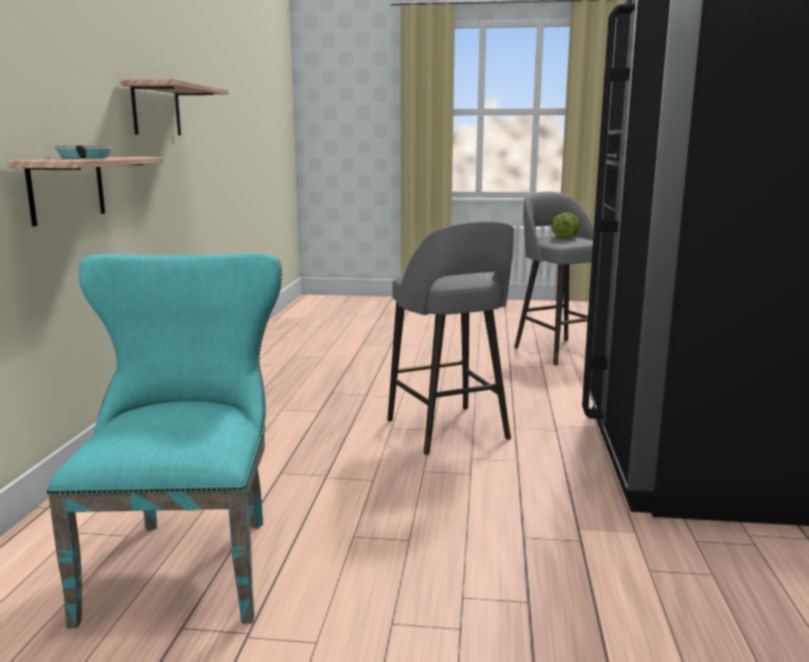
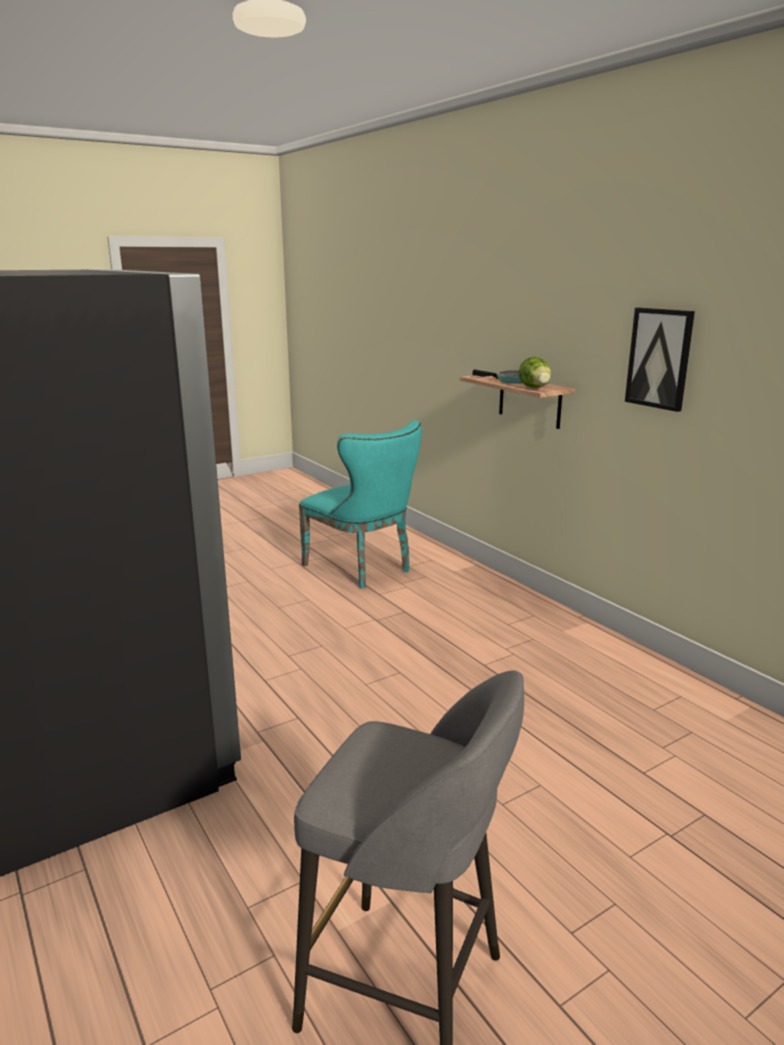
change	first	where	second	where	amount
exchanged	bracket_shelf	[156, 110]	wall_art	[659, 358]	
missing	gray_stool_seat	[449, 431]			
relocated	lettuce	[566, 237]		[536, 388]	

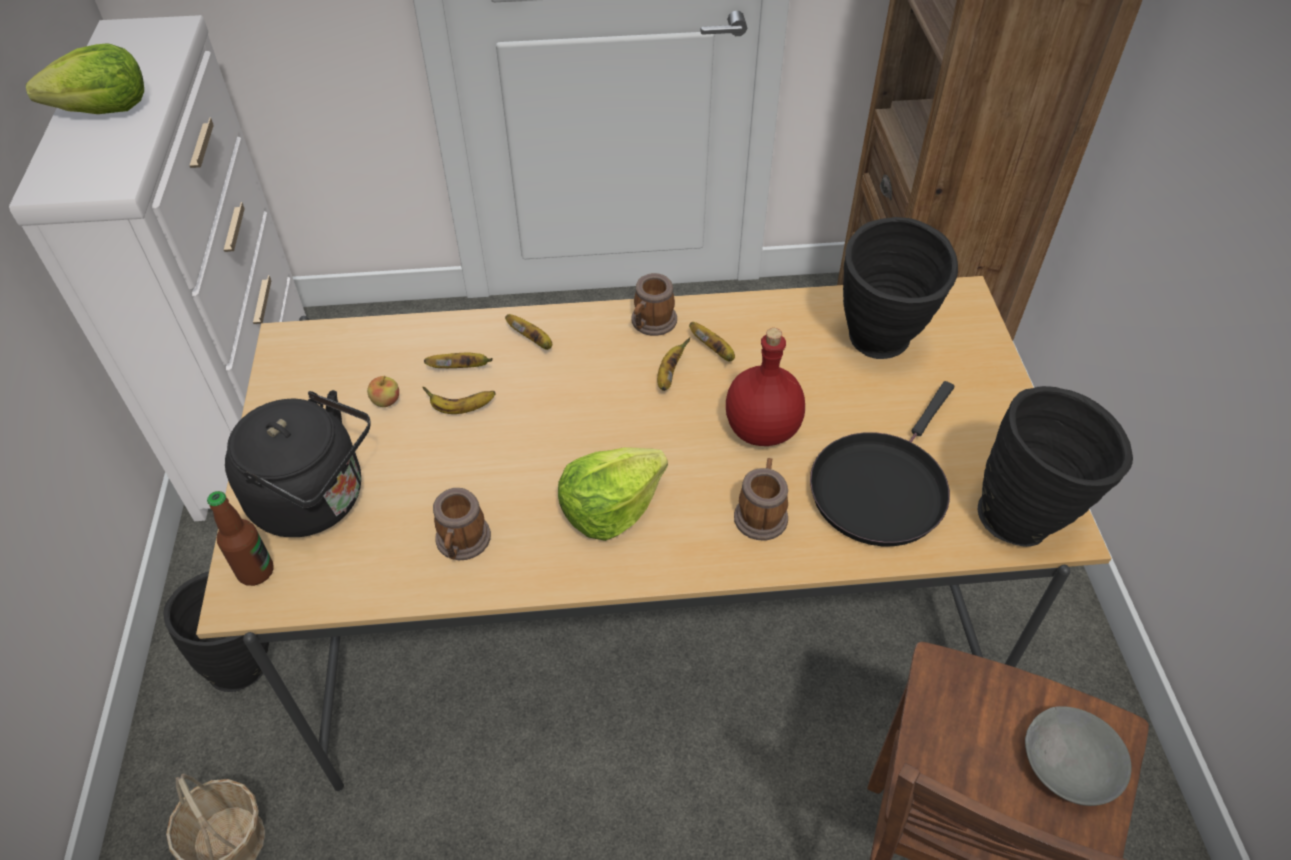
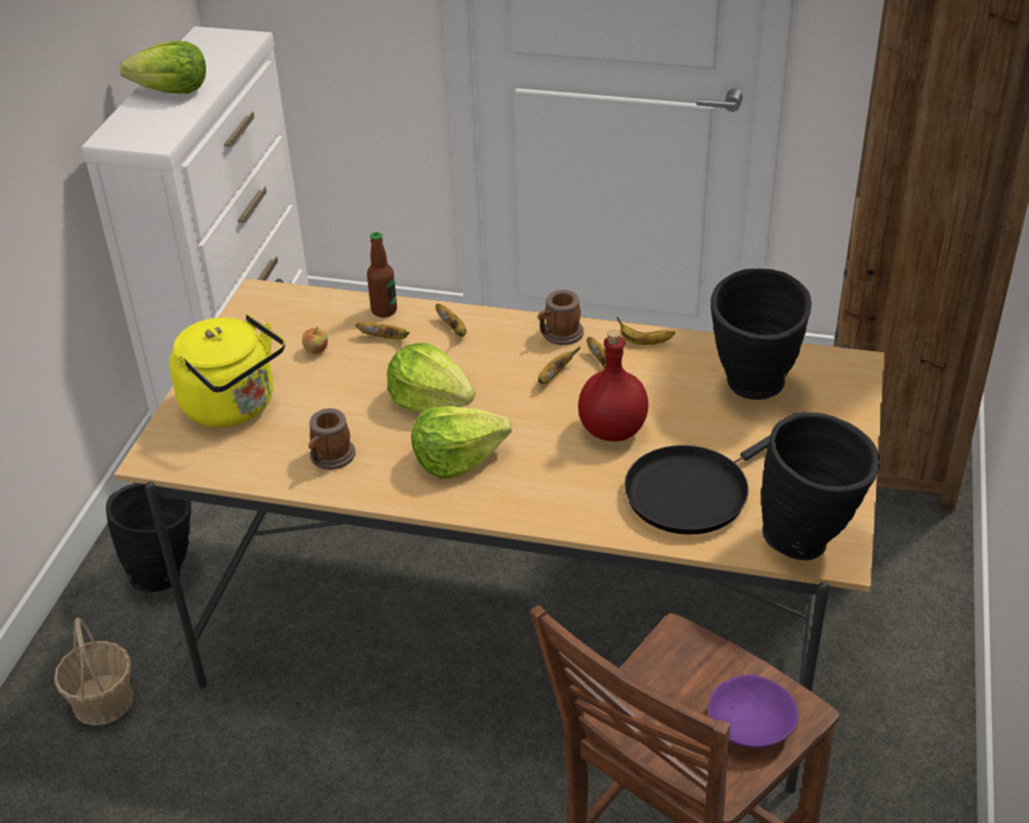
change	first	where	second	where	amount
relocated	bottle	[256, 571]		[384, 310]	
colour	black_tea_kettle	[316, 500]	yellow_tea_kettle	[234, 407]	
relocated	banana_fruit	[461, 409]		[644, 342]	
missing	mug	[761, 513]			
colour	gray_serving_bowl	[1069, 763]	purple-coloured_serving_bowl	[751, 723]	
appeared			lettuce	[430, 400]	

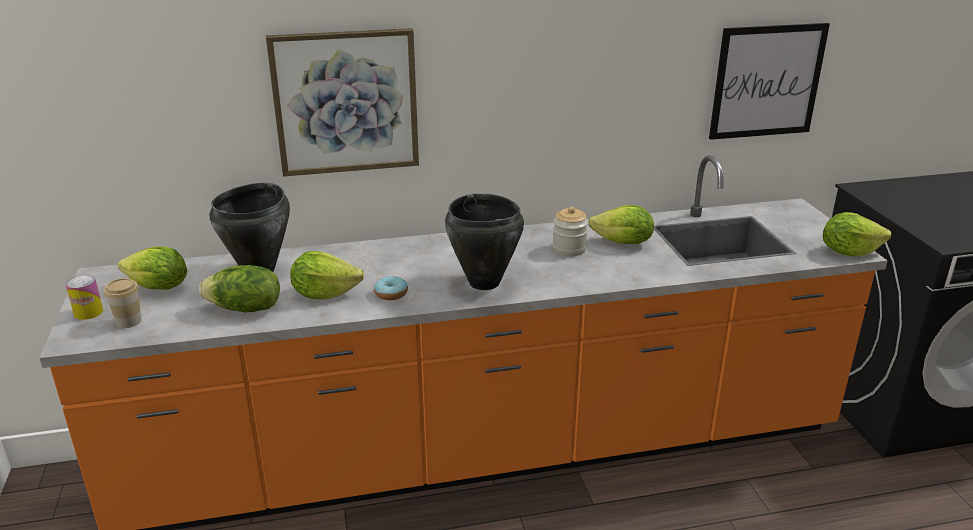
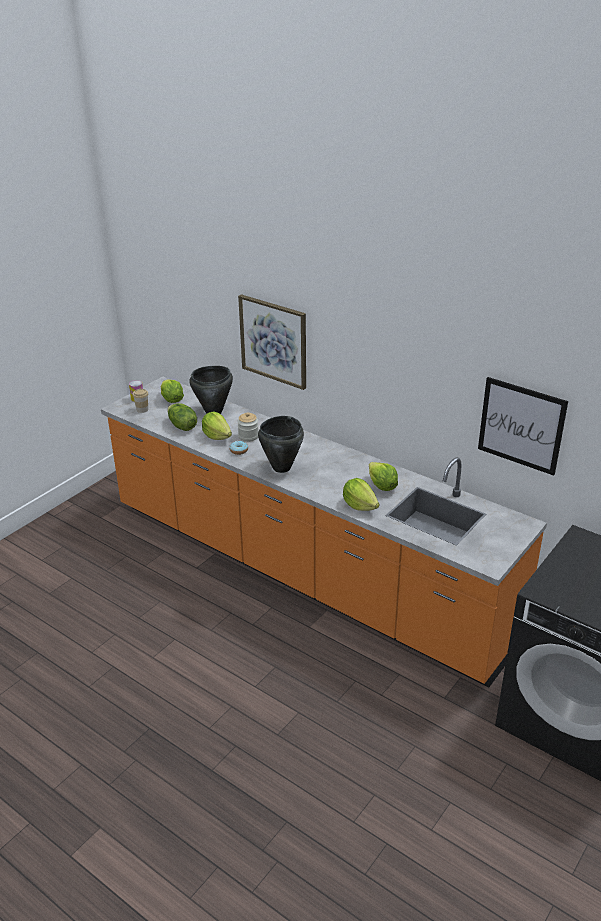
change	first	where	second	where	amount
relocated	jar	[569, 249]		[248, 436]	
relocated	lettuce	[848, 252]		[359, 505]	

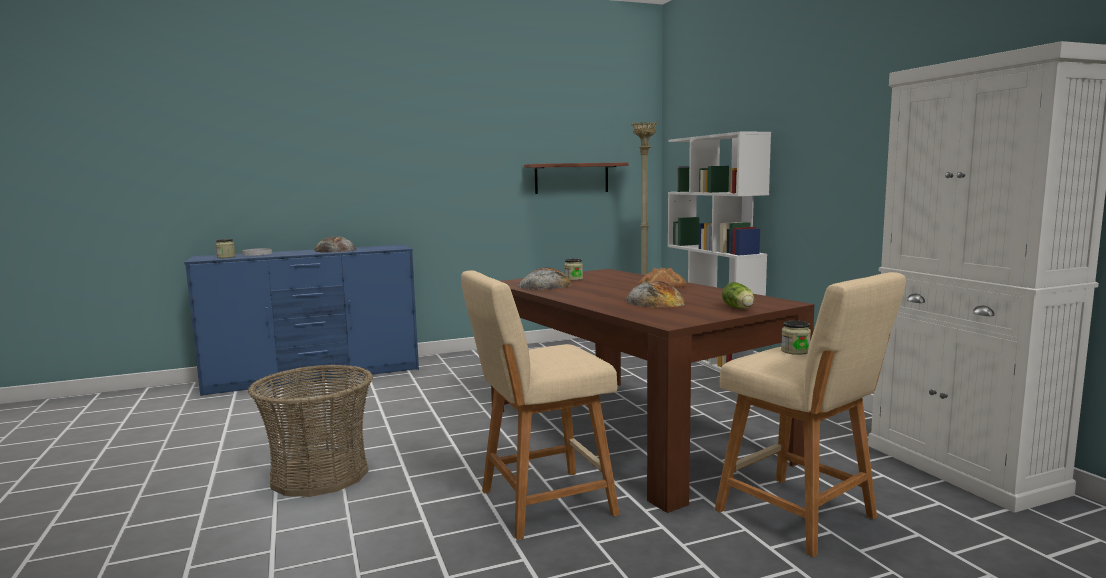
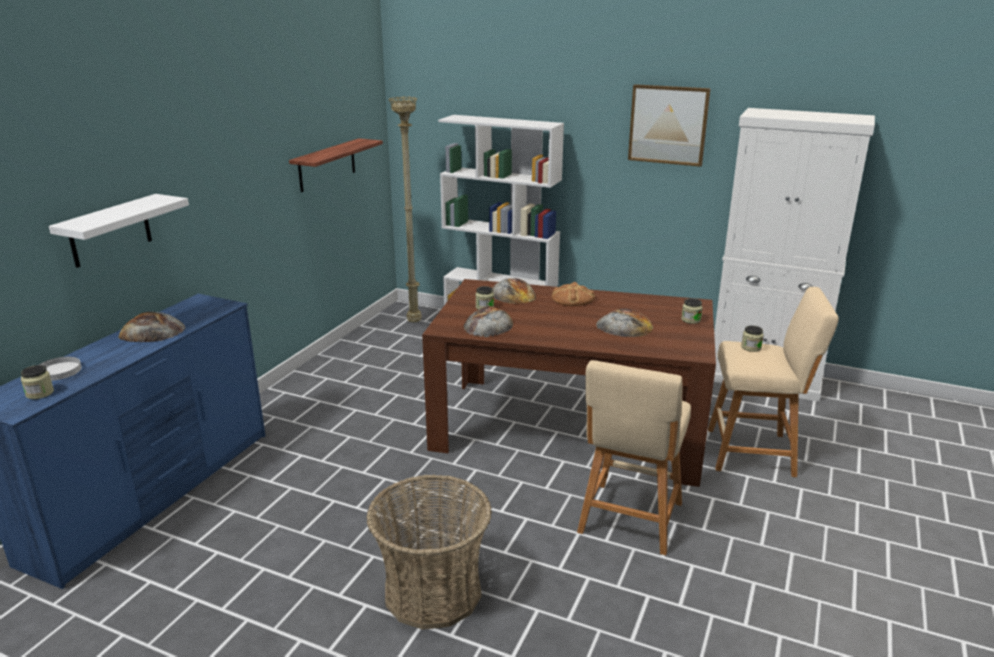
change	first	where	second	where	amount
exchanged	lettuce	[739, 308]	jar	[691, 320]	
appeared			white-coloured_bracket_shelf	[110, 231]	
appeared			bakery_bread	[513, 294]	
appeared			wall_art	[668, 125]	

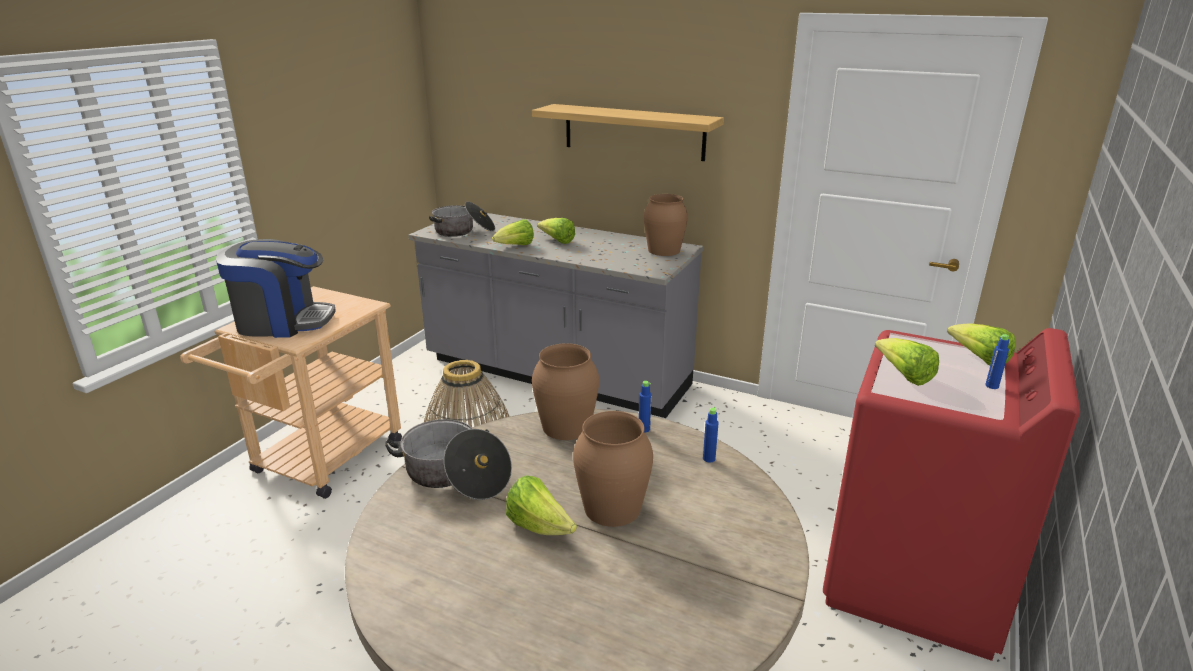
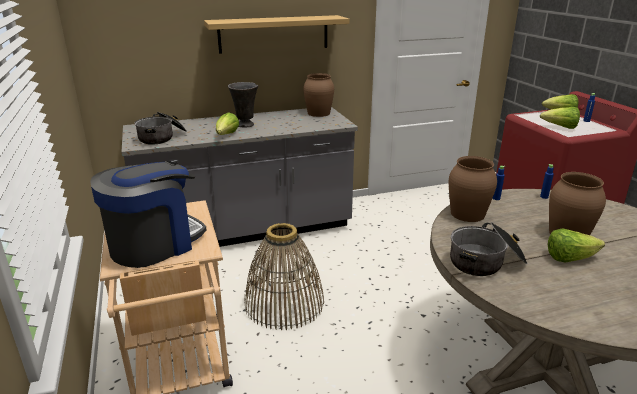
change	first	where	second	where	amount
exchanged	lettuce	[557, 241]	gray_flower_vase	[245, 125]	

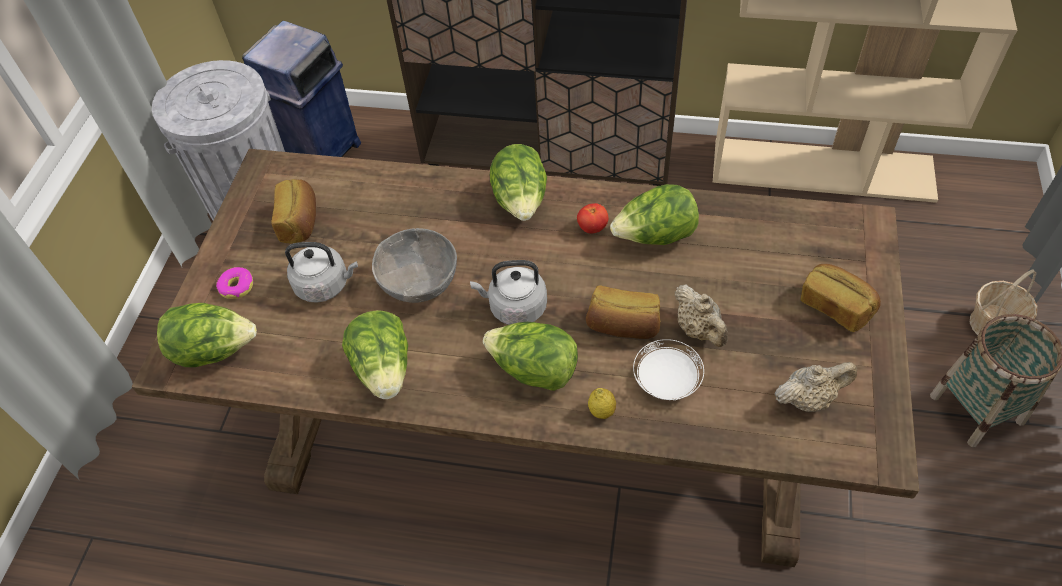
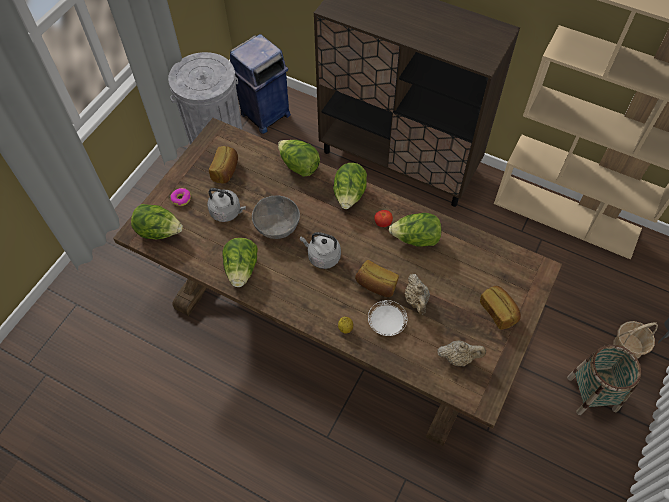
change	first	where	second	where	amount
relocated	lettuce	[534, 370]		[299, 166]	

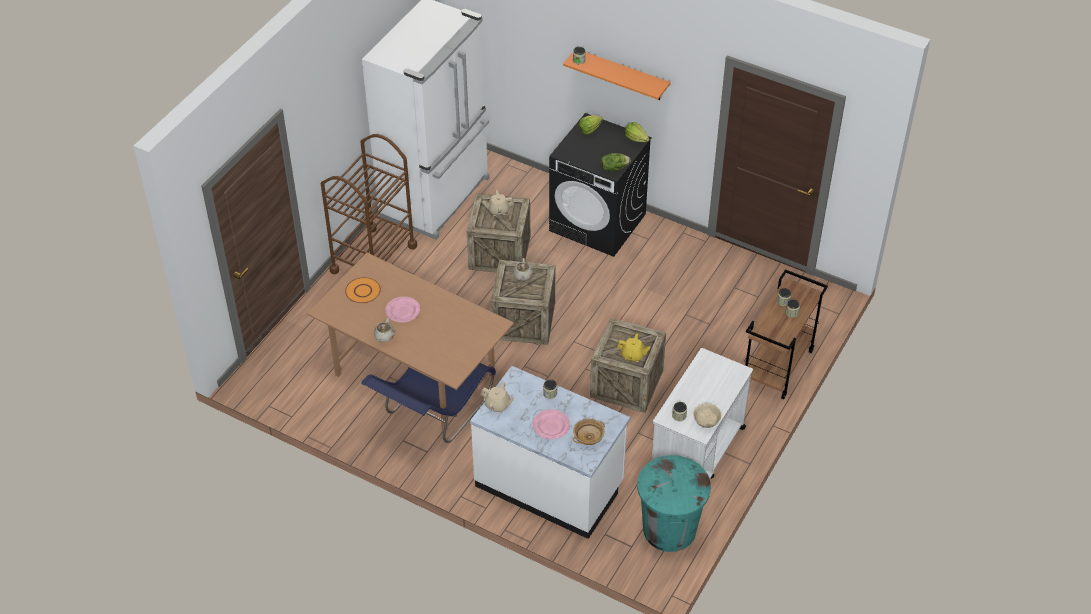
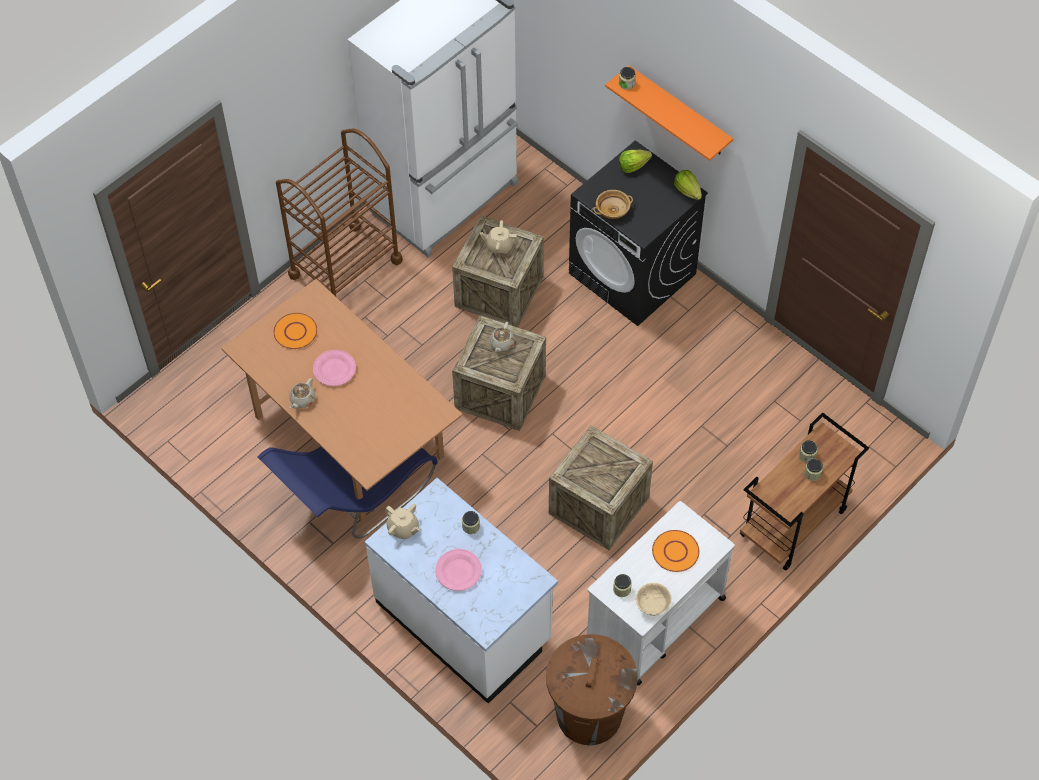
change	first	where	second	where	amount
relocated	beige-coloured_serving_bowl	[588, 436]		[613, 209]	
missing	lettuce	[614, 167]			
missing	yellow_tea_pot	[633, 355]			
colour	turquoise_trash_can	[669, 530]	brownish_trash_can	[588, 714]	
appeared			orange-coloured_plate	[675, 552]	

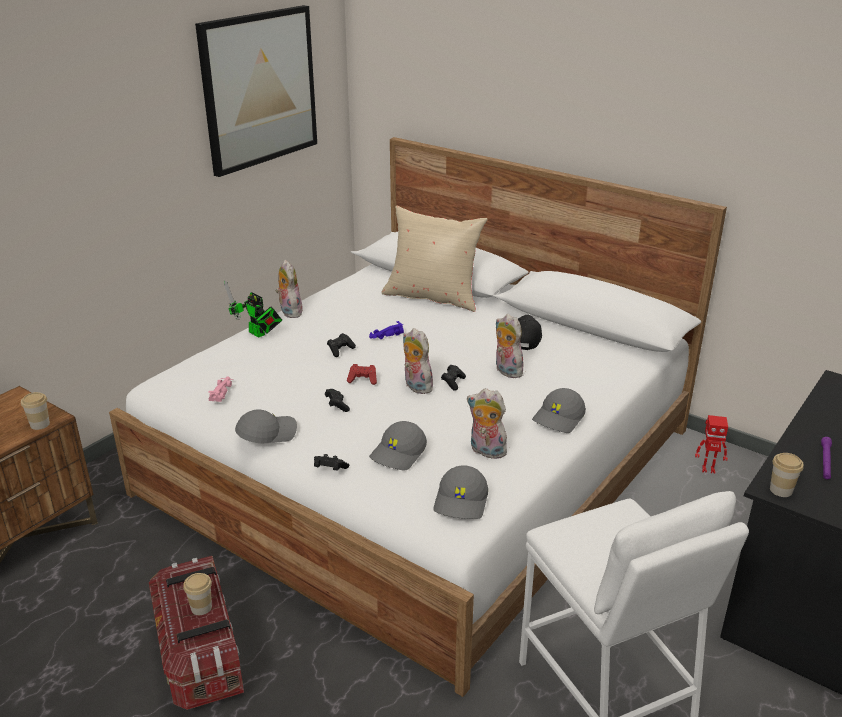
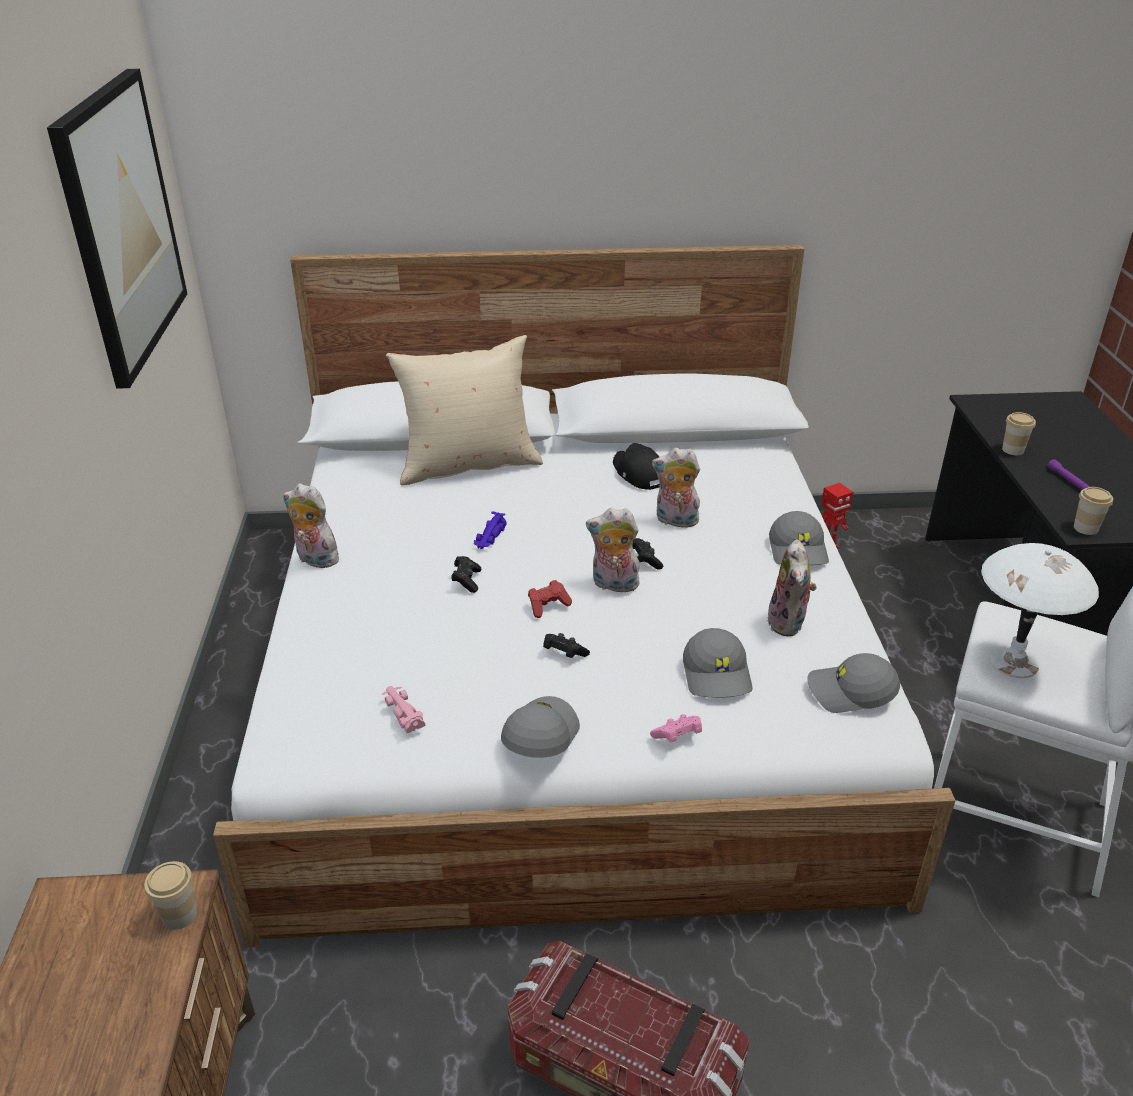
change	first	where	second	where	amount
relocated	cup	[201, 607]		[1013, 450]	
missing	model_robot	[258, 334]			
colour	black_joypad	[329, 469]	pinkish_joypad	[677, 736]	
spun	gray_baseball_cap	[462, 502]		[850, 692]	120 degrees clockwise
spun	soft_toy	[486, 451]		[789, 623]	75 degrees counterclockwise
appeared			white-coloured_tabletop_lamp	[1014, 663]	

